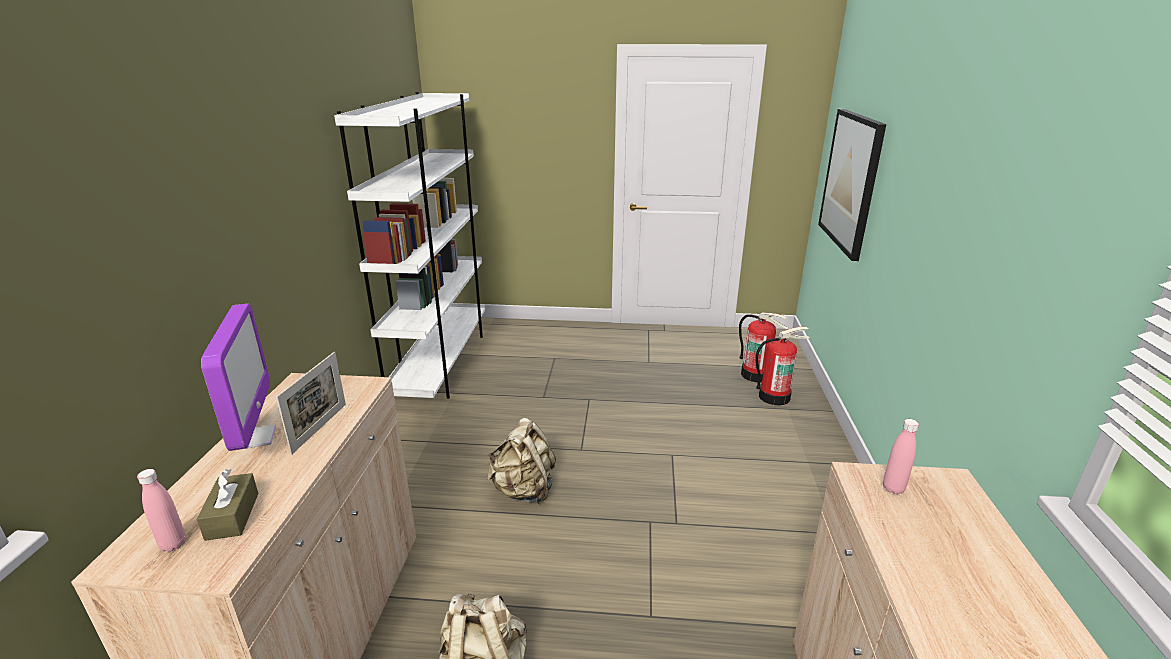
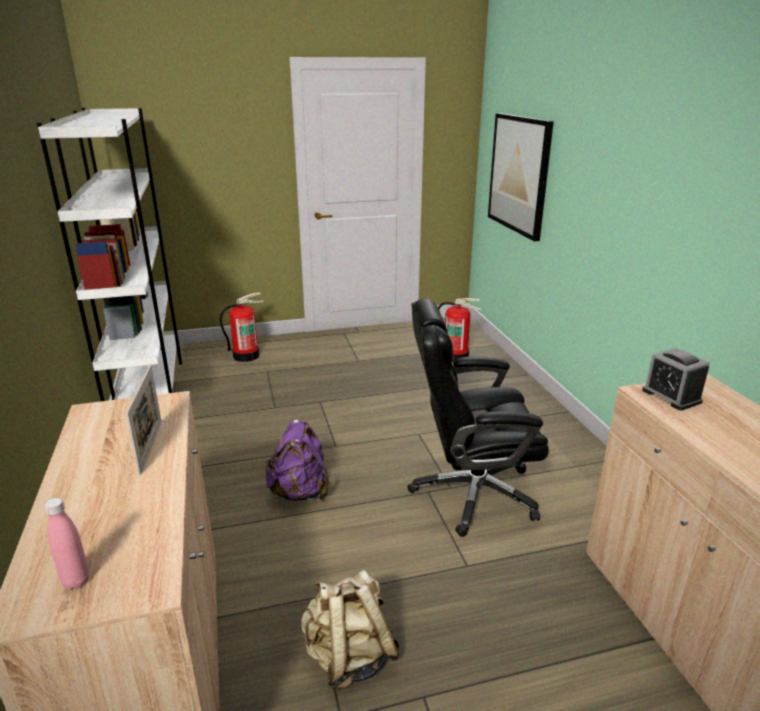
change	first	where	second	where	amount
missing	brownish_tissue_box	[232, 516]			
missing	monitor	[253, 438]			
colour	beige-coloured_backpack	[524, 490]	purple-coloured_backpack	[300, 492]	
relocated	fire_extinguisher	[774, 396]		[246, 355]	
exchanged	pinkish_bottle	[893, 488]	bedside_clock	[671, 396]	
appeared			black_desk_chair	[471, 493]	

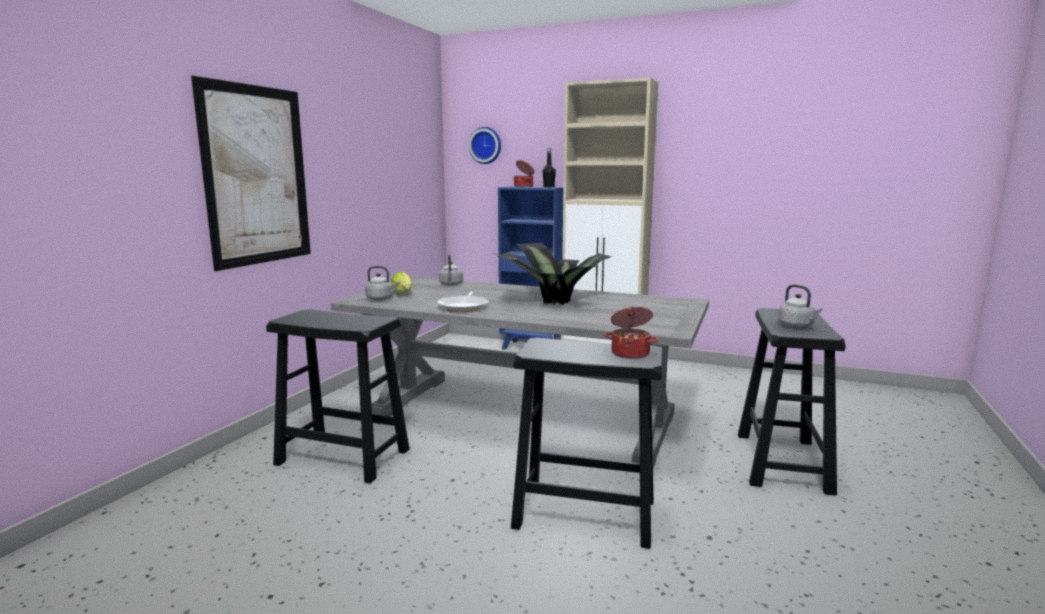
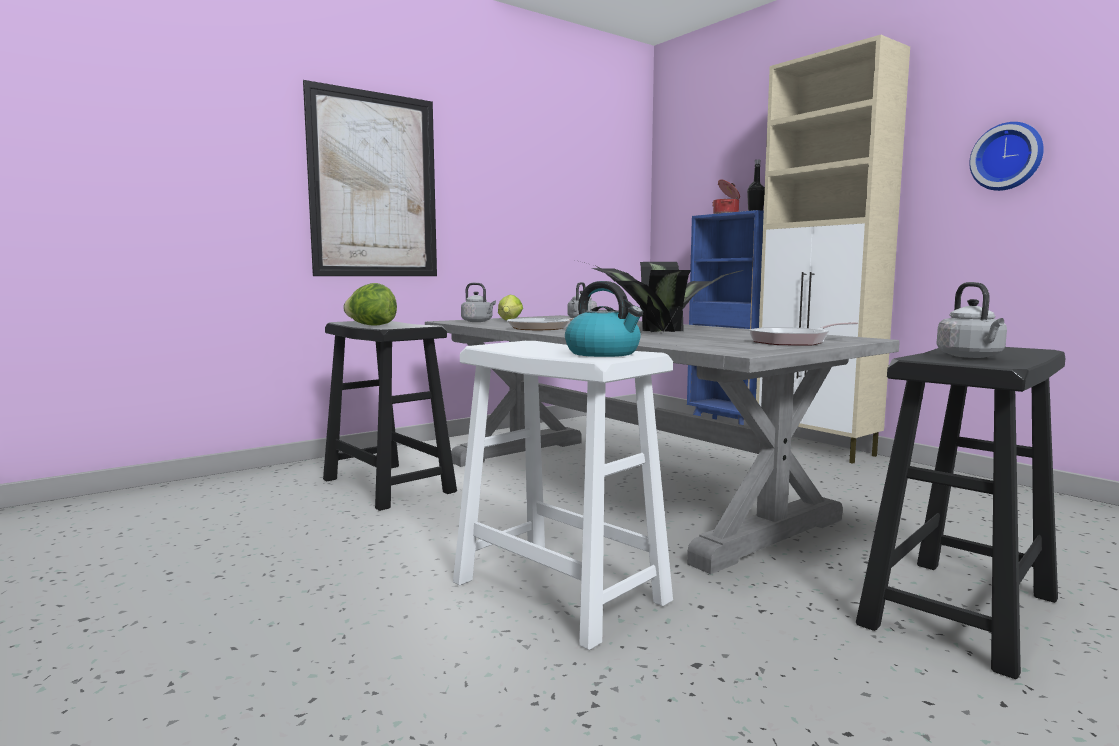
change	first	where	second	where	amount
relocated	hanging_clock	[486, 145]		[1007, 157]	
colour	black_stool_seat	[584, 513]	white-coloured_stool_seat	[558, 591]	
exchanged	stockpot	[630, 353]	tea_kettle	[604, 353]	
appeared			lettuce	[371, 325]	
appeared			frying_pan	[794, 342]	

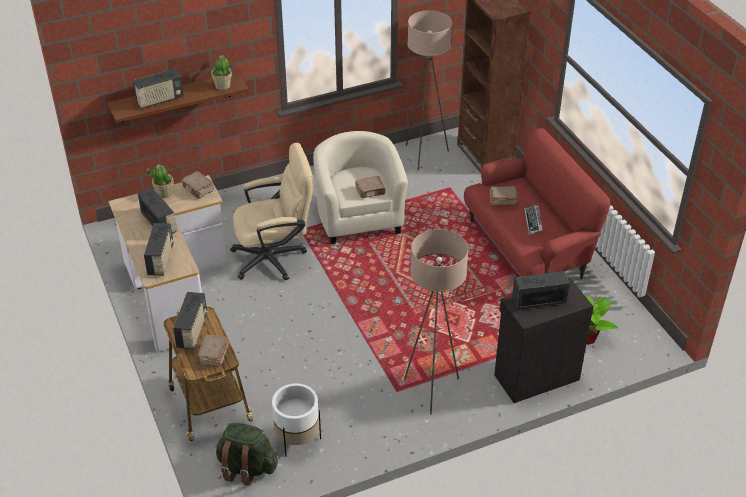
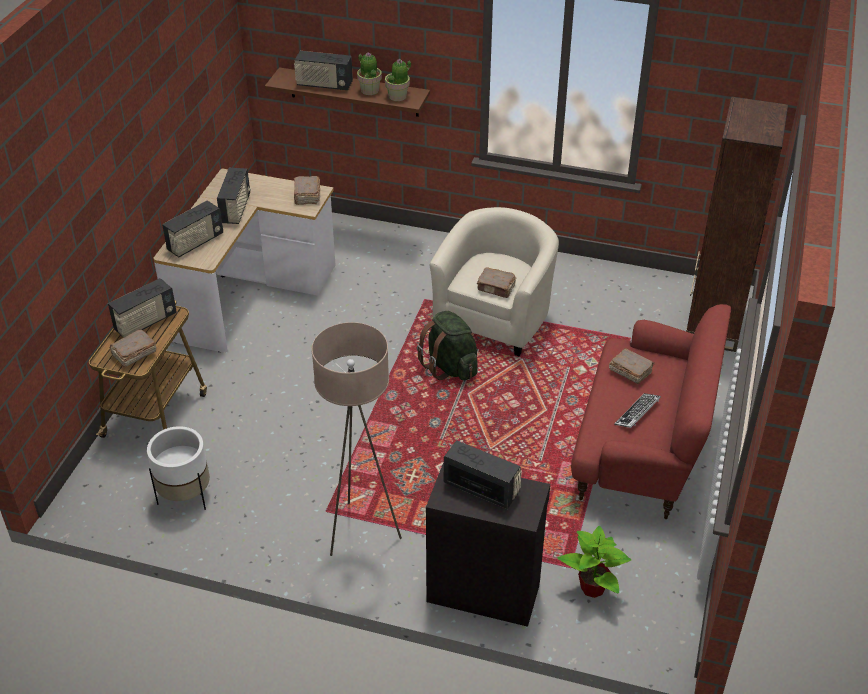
change	first	where	second	where	amount
relocated	houseplant	[164, 193]		[370, 90]	
relocated	green-coloured_backpack	[247, 468]		[450, 367]	
missing	beige-coloured_desk_chair	[276, 257]			
missing	beige-coloured_floor_lamp	[424, 155]			

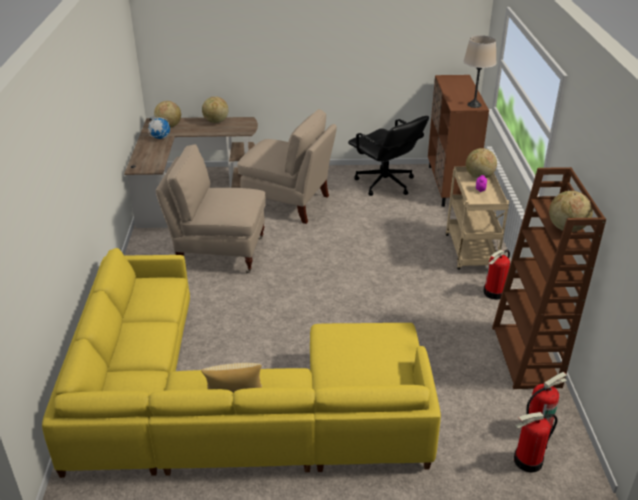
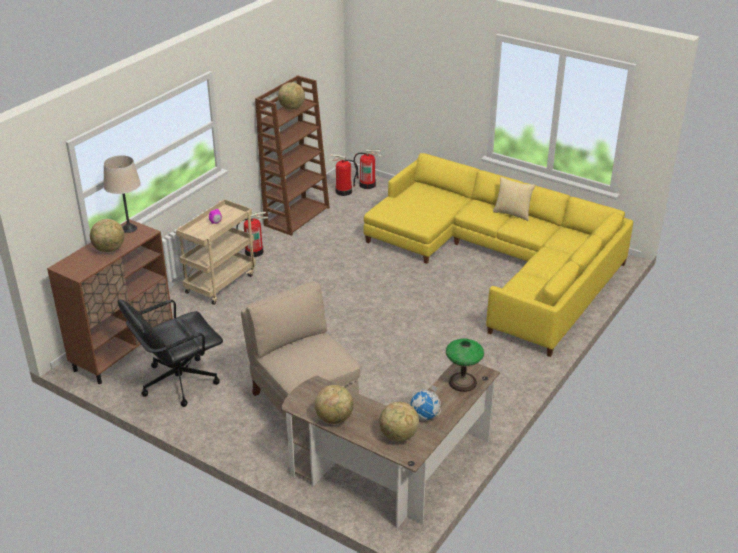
change	first	where	second	where	amount
missing	beige-coloured_upright_chair	[218, 253]			
spun	black_desk_chair	[385, 184]		[178, 382]	120 degrees counterclockwise
relocated	desk_globe	[479, 177]		[109, 249]	
appeared			tabletop_lamp	[462, 382]	

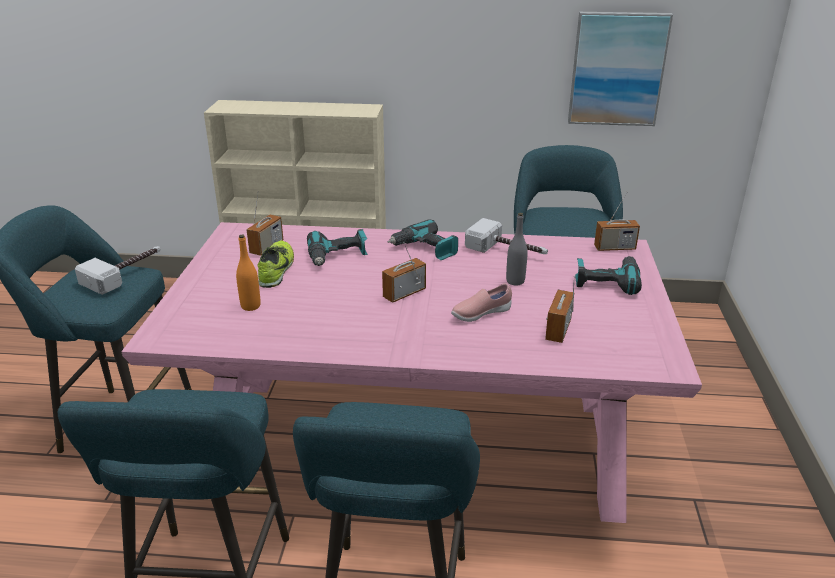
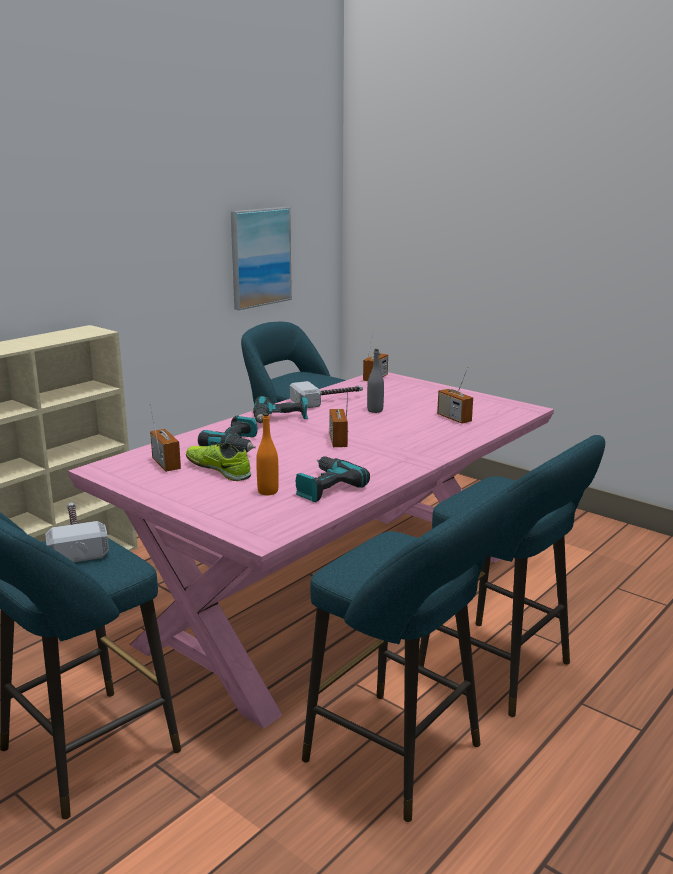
change	first	where	second	where	amount
missing	pinkish_item_of_footwear	[480, 314]			
relocated	drill	[606, 281]		[325, 487]	

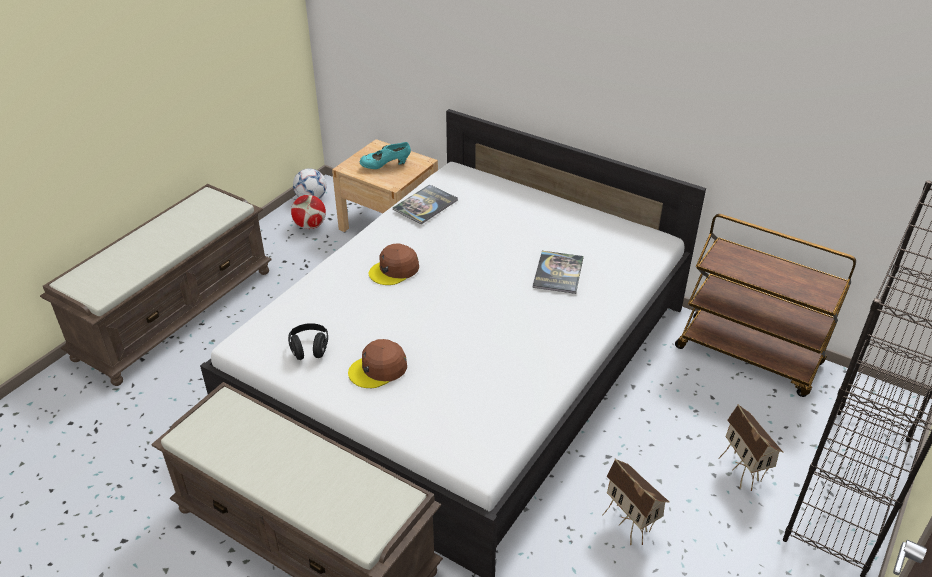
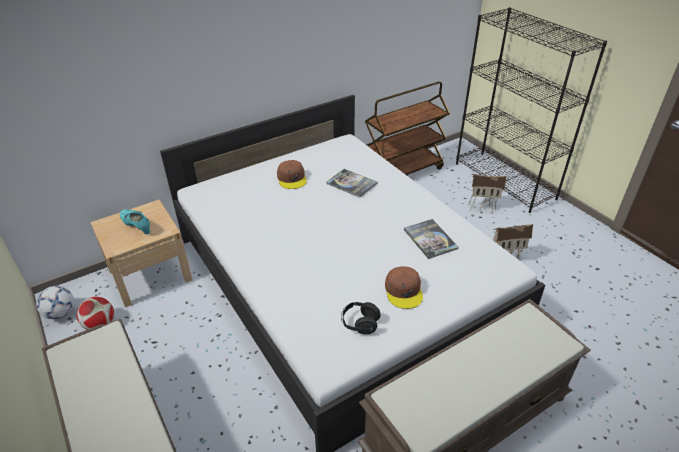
change	first	where	second	where	amount
spun	turquoise_item_of_footwear	[385, 166]		[137, 227]	120 degrees clockwise
relocated	brownish_baseball_cap	[394, 270]		[292, 178]	
relocated	volume	[425, 205]		[430, 239]	

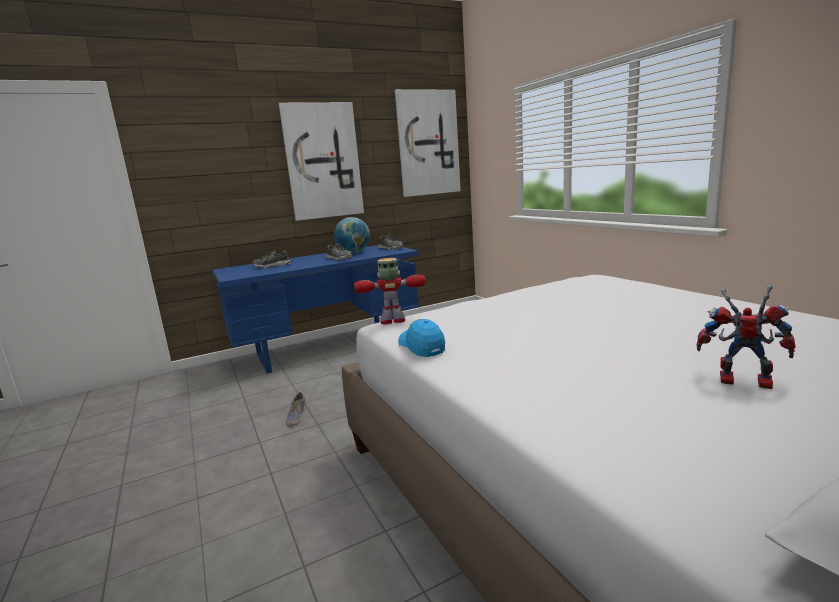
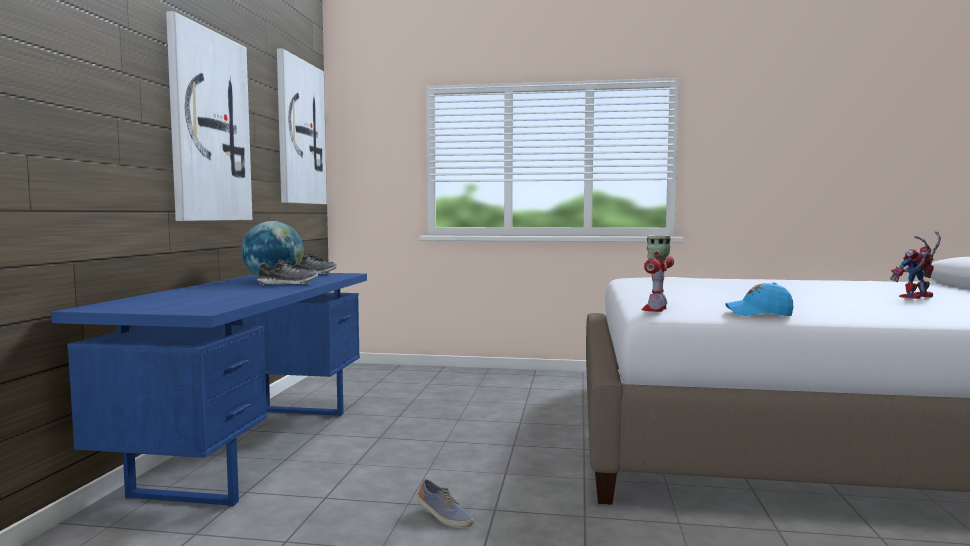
change	first	where	second	where	amount
missing	item_of_footwear	[272, 266]			

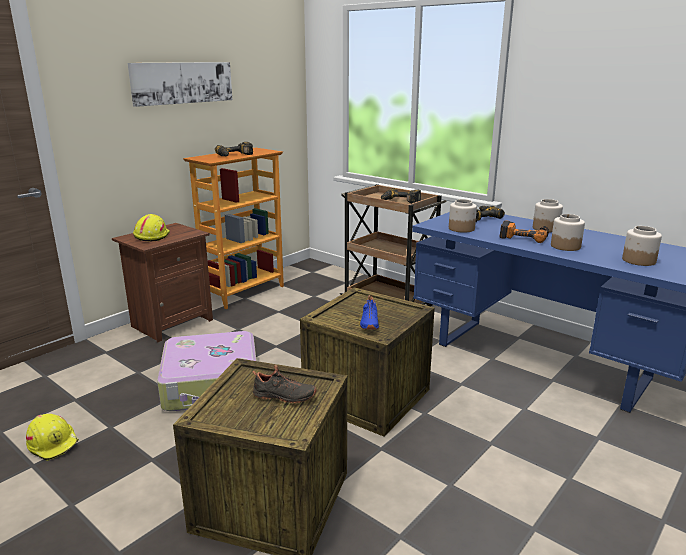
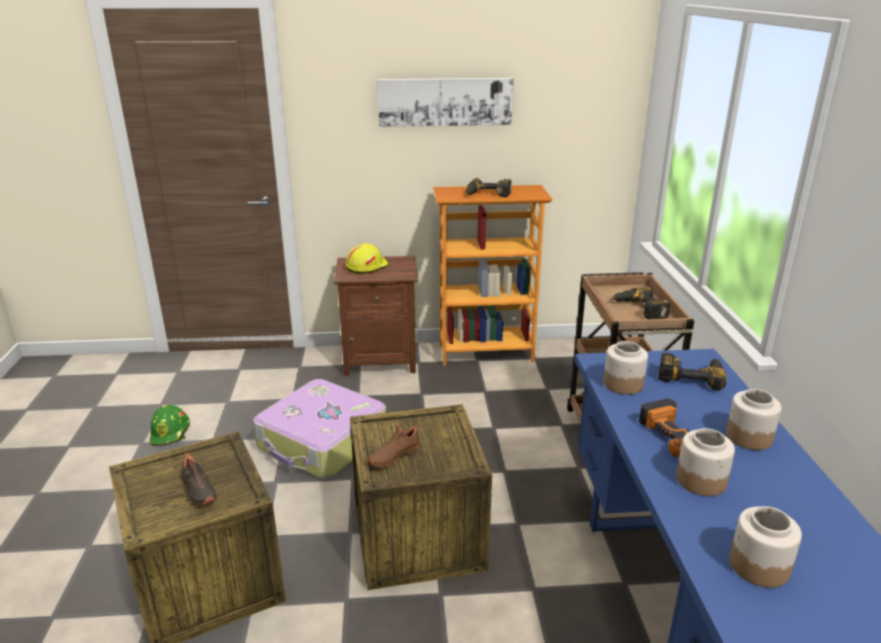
change	first	where	second	where	amount
colour	yellow_hard_hat	[54, 444]	green-coloured_hard_hat	[171, 433]	
colour	bluish_item_of_footwear	[368, 322]	brownish_item_of_footwear	[393, 455]	

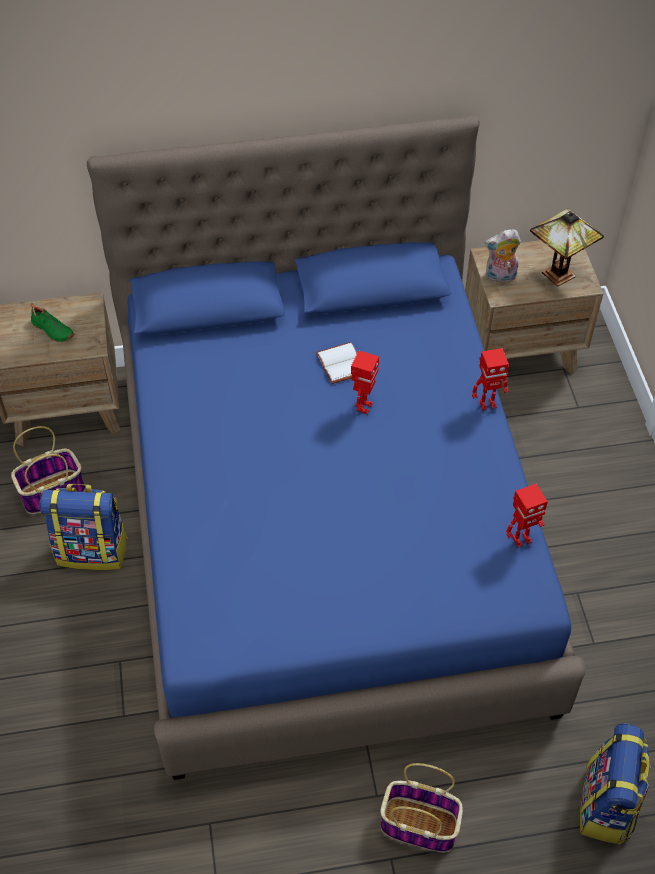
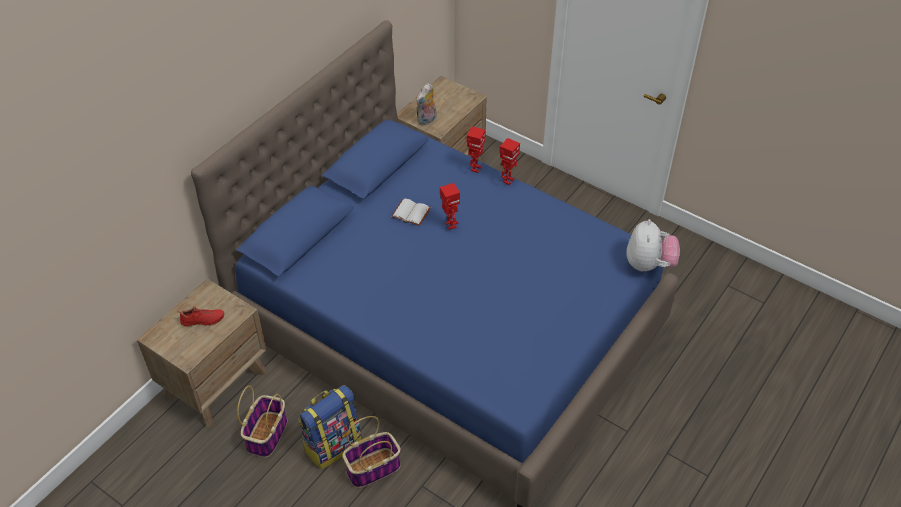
change	first	where	second	where	amount
colour	green-coloured_item_of_footwear	[52, 330]	red_item_of_footwear	[203, 321]	
relocated	storage_basket	[420, 825]		[373, 467]	
relocated	model_robot	[521, 539]		[475, 168]	
missing	tabletop_lamp	[558, 276]			
missing	backpack	[607, 805]			
appeared			soft_toy	[649, 264]	

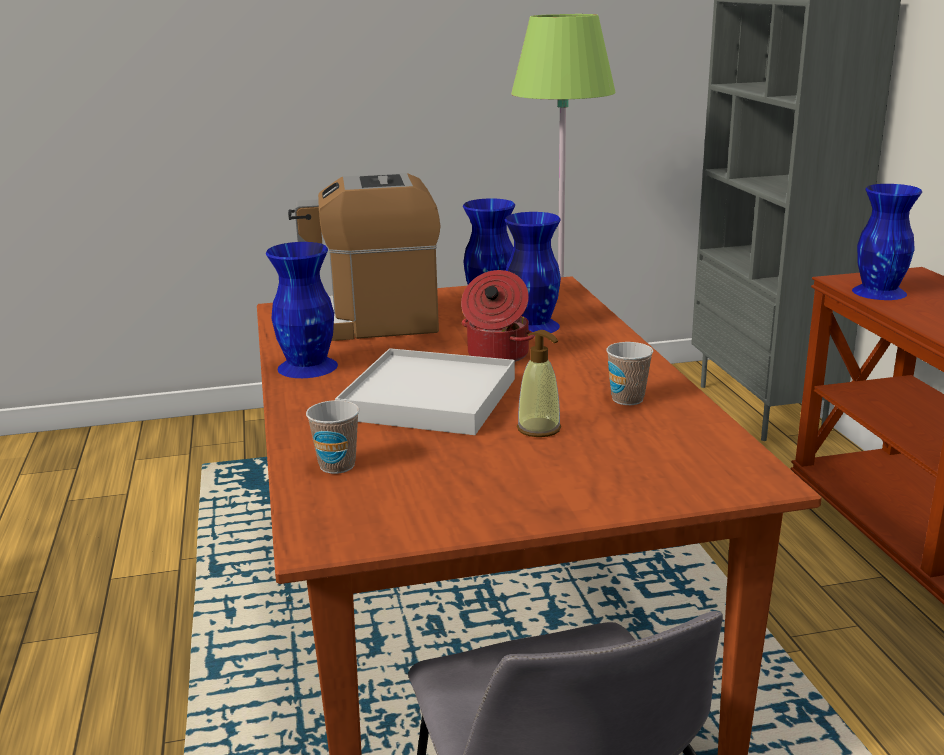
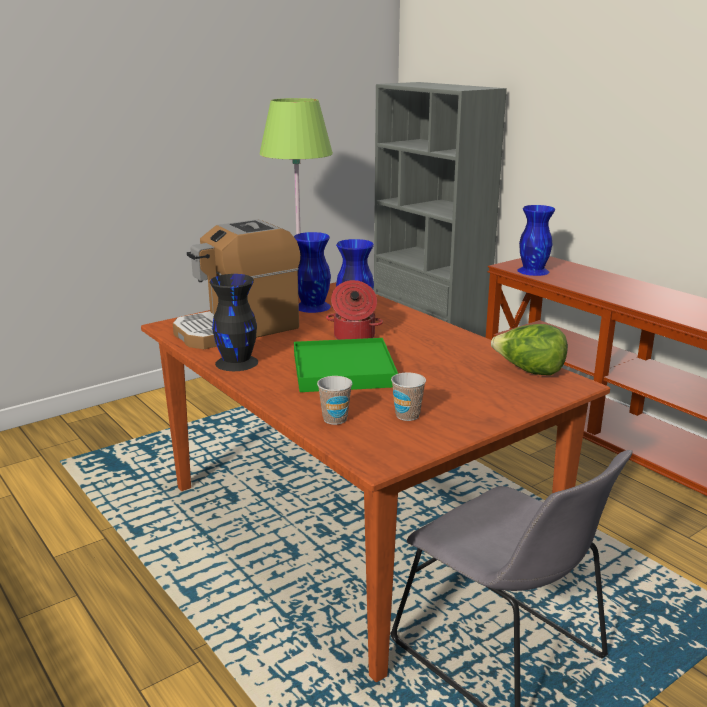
change	first	where	second	where	amount
colour	bluish_flower_vase	[308, 367]	black_flower_vase	[237, 362]	
colour	white-coloured_tray	[430, 398]	green-coloured_tray	[343, 370]	
missing	soap_dispenser	[539, 429]			
relocated	cup	[627, 399]		[407, 415]	
appeared			lettuce	[529, 371]	

